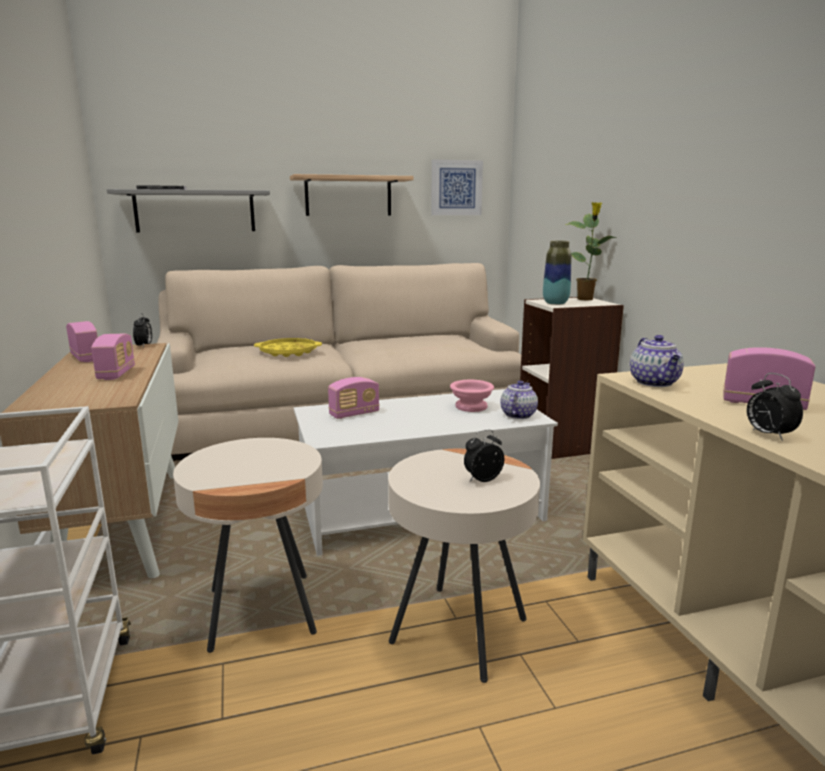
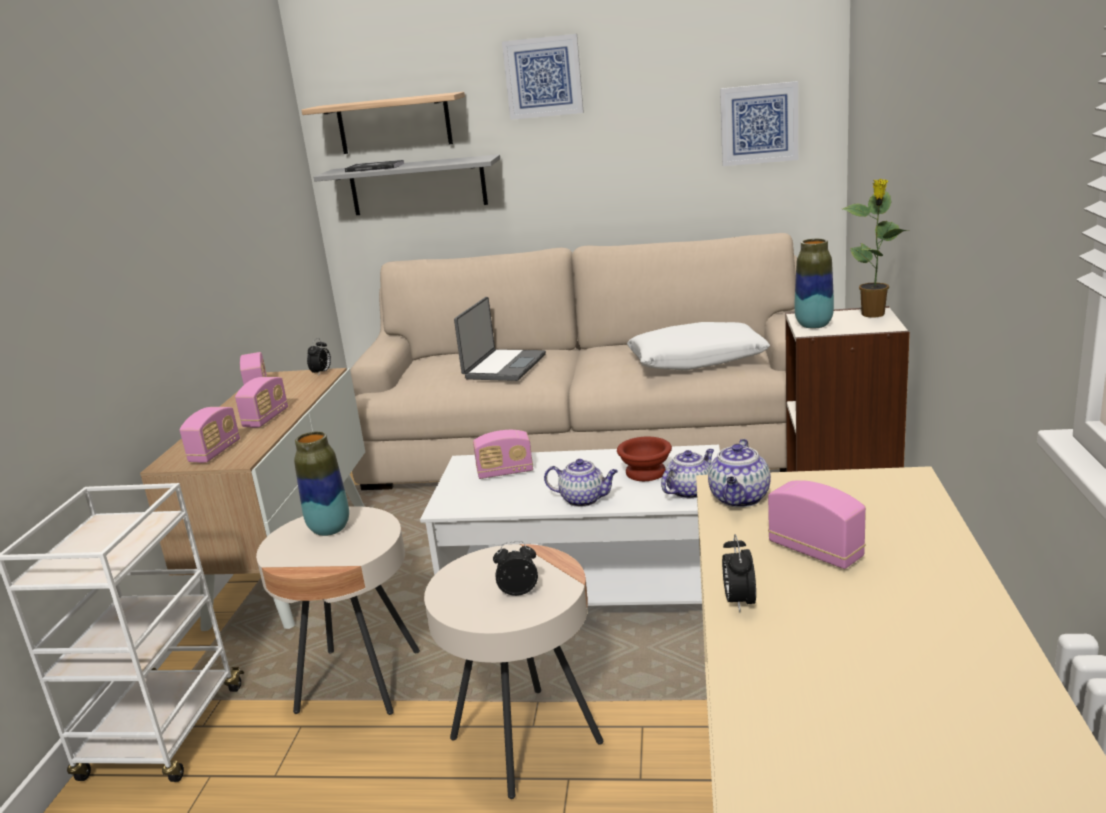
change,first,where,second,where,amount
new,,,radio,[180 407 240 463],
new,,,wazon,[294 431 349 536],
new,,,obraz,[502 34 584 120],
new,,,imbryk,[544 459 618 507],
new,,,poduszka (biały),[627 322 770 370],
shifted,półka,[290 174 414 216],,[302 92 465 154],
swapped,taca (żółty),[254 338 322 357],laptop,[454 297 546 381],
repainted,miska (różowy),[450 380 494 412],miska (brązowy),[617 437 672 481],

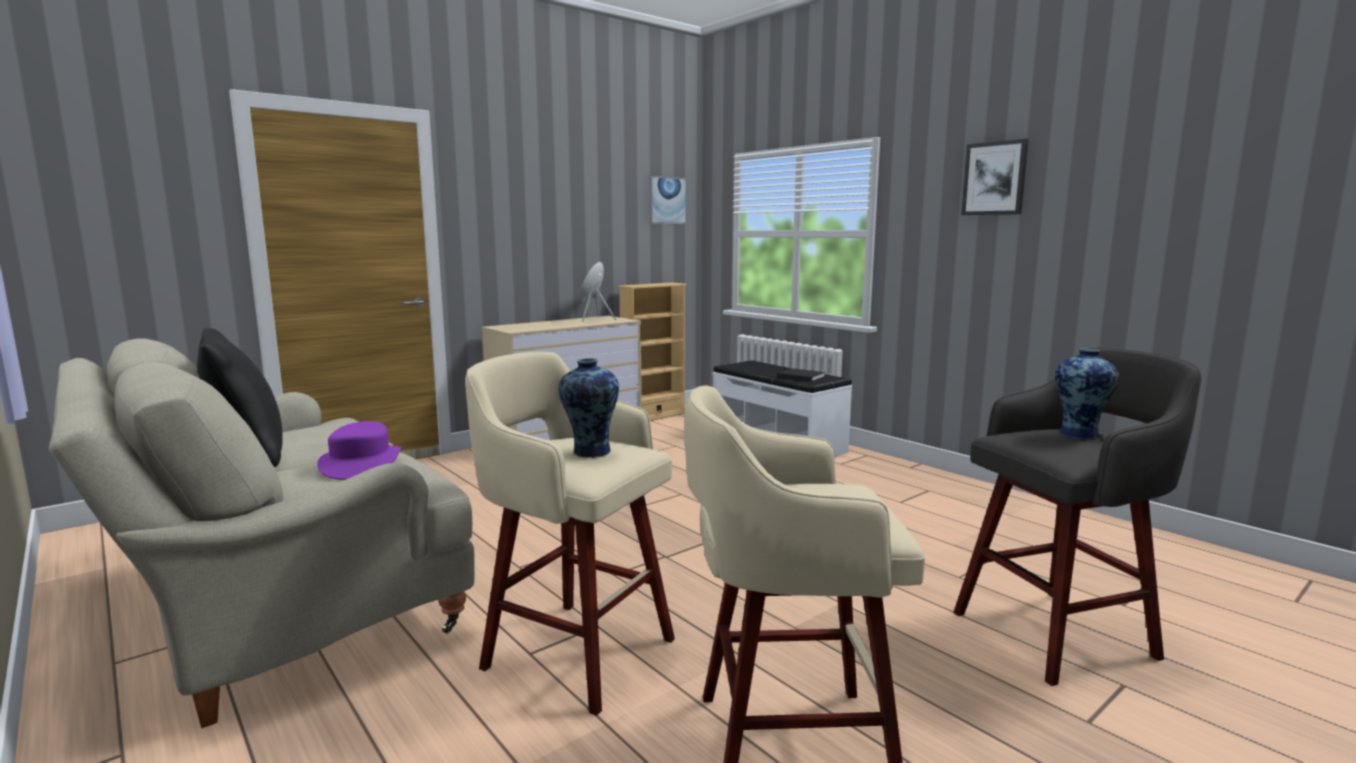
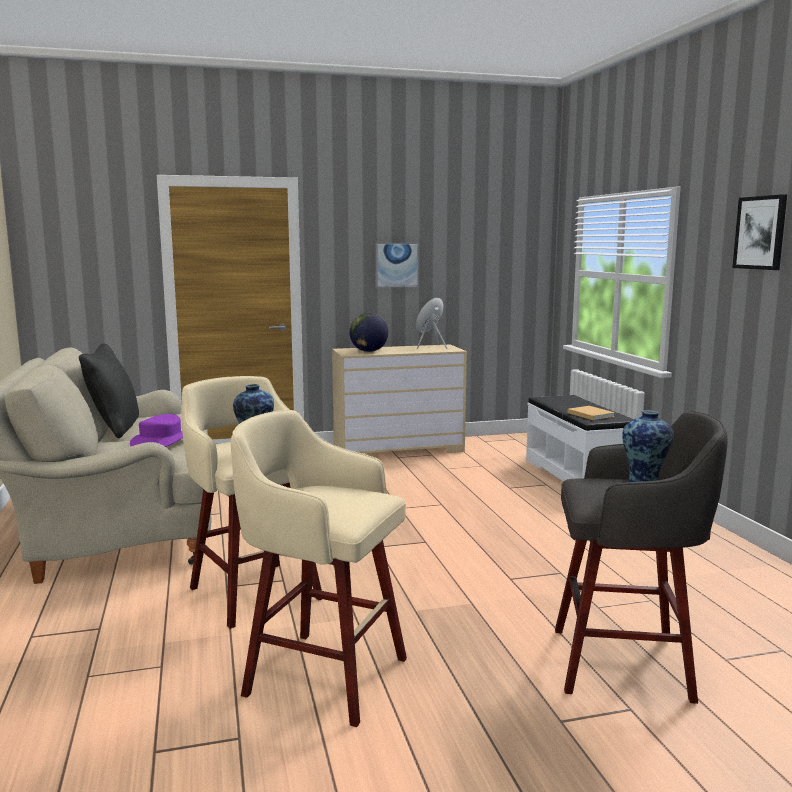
change,first,where,second,where,amount
gone,regał (beżowy),[618 283 687 421],,,
new,,,globus,[349 313 388 352],
shifted,obraz,[649 176 687 224],,[375 243 419 288],
repainted,książka (czarny),[777 368 825 382],książka (beżowy),[568 406 615 420],

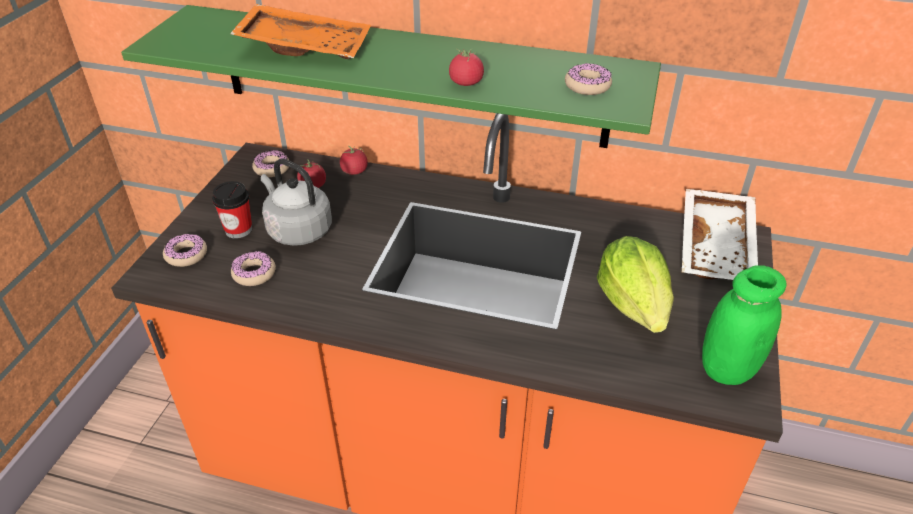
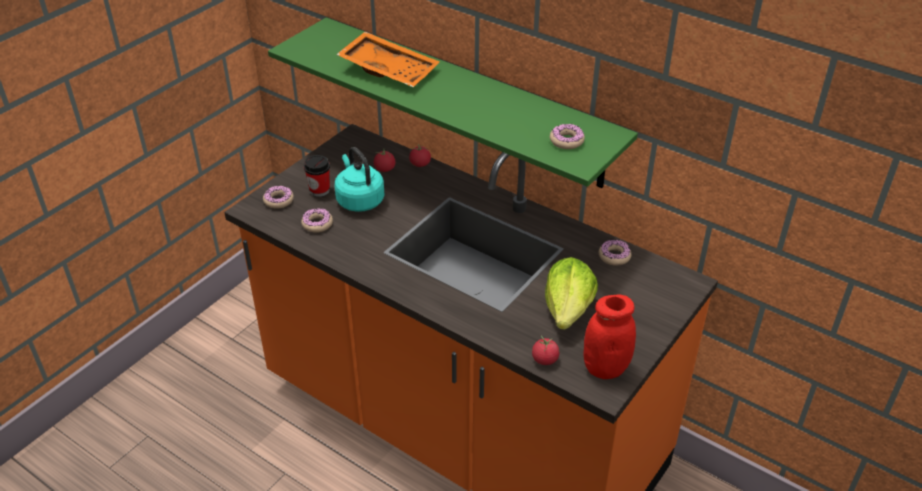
change,first,where,second,where,amount
gone,taca (biały),[682 189 758 280],,,
shifted,donut,[252 150 289 177],,[599 240 631 266],
shifted,pomidor,[449 49 484 86],,[532 336 559 365],
repainted,czajnik (szary),[261 159 332 246],czajnik (turkusowy),[335 147 385 212],
repainted,słoik (zielony),[702 265 787 385],słoik (czerwony),[583 294 636 379],

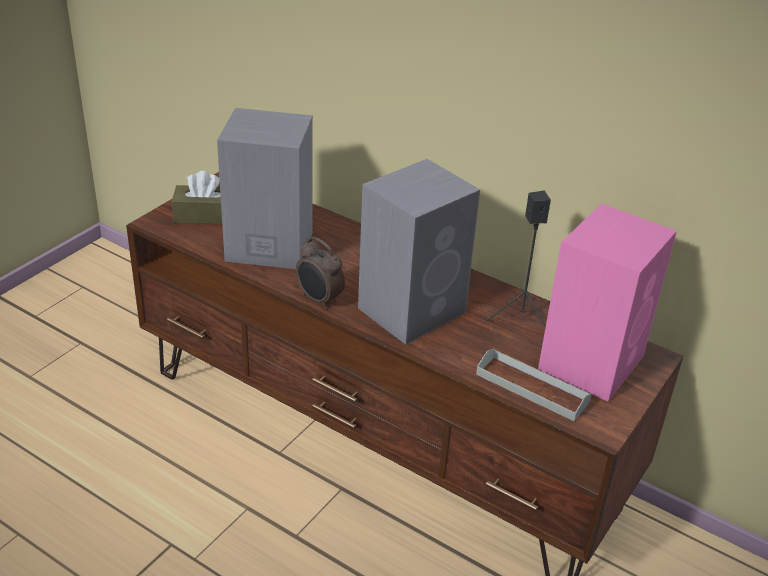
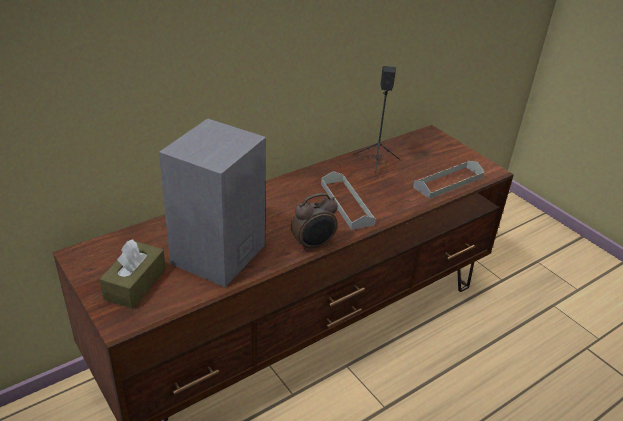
change,first,where,second,where,amount
gone,głośnik (różowy),[538 204 677 402],,,
swapped,głośnik (szary),[358 159 480 345],taca (szary),[321 171 376 230],

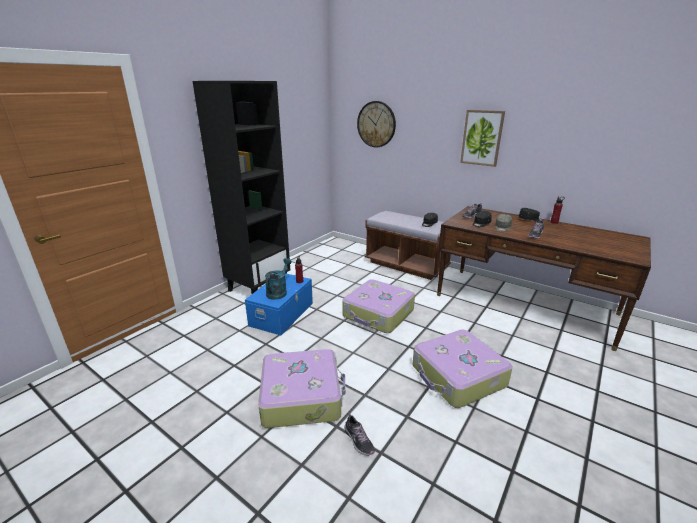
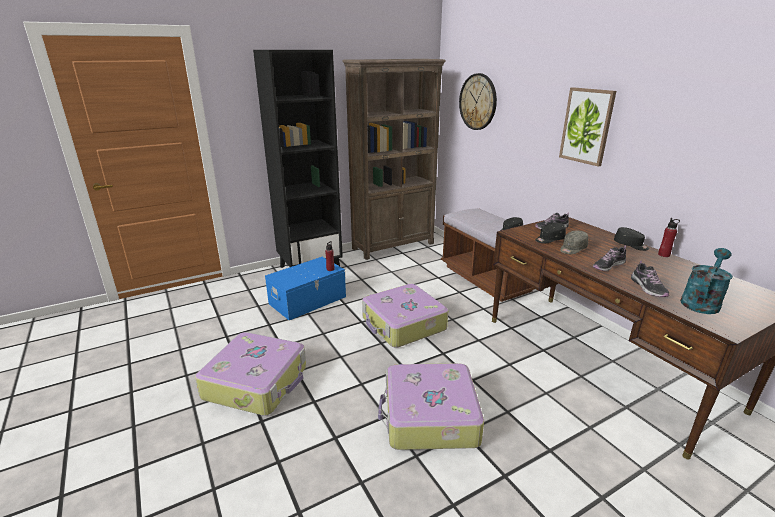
change,first,where,second,where,amount
new,,,regał (brązowy),[342 59 446 260],
shifted,konewka (turkusowy),[265 258 292 300],,[680 248 733 314],
shifted,but,[345 413 375 456],,[631 260 669 297],

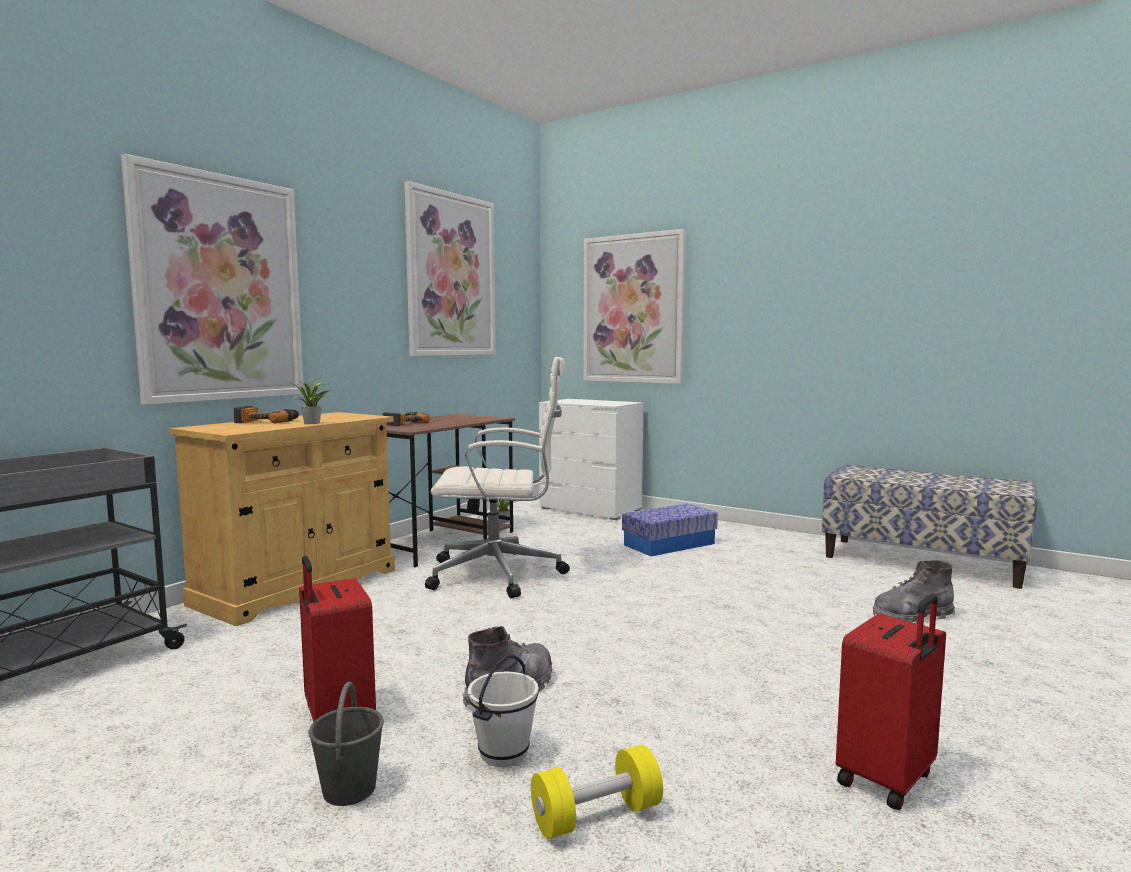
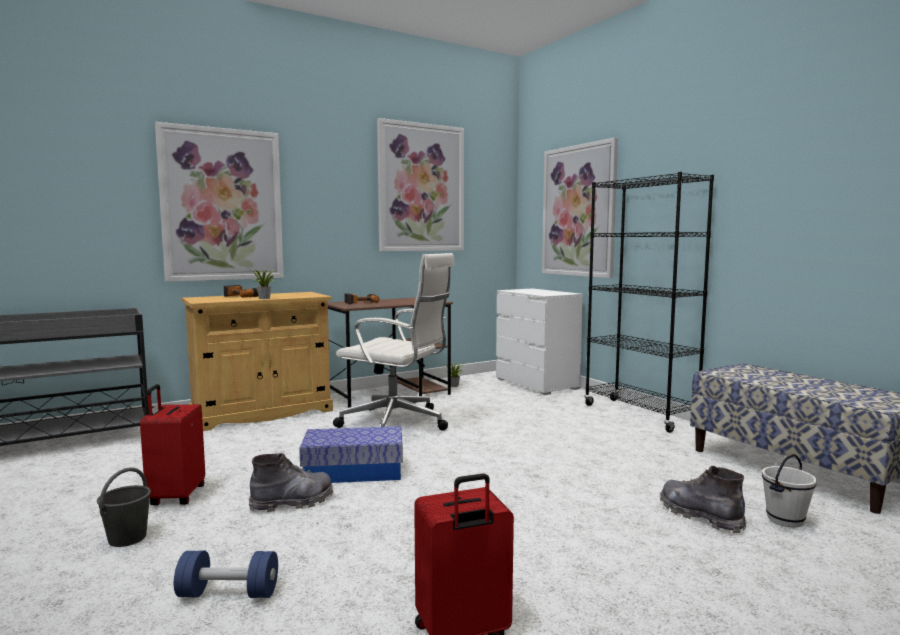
change,first,where,second,where,amount
new,,,regał (czarny),[585 172 714 433],
shifted,wiadro (biały),[468 655 539 767],,[762 454 817 528],
shifted,pojemnik do przechowywania,[622 504 718 556],,[299 426 403 483],
repainted,hantel (żółty),[531 745 663 839],hantel (niebieski),[174 551 278 598],
rotated,but z cholewką (szary),[873 560 955 624],,[660 466 747 533],45 degrees clockwise

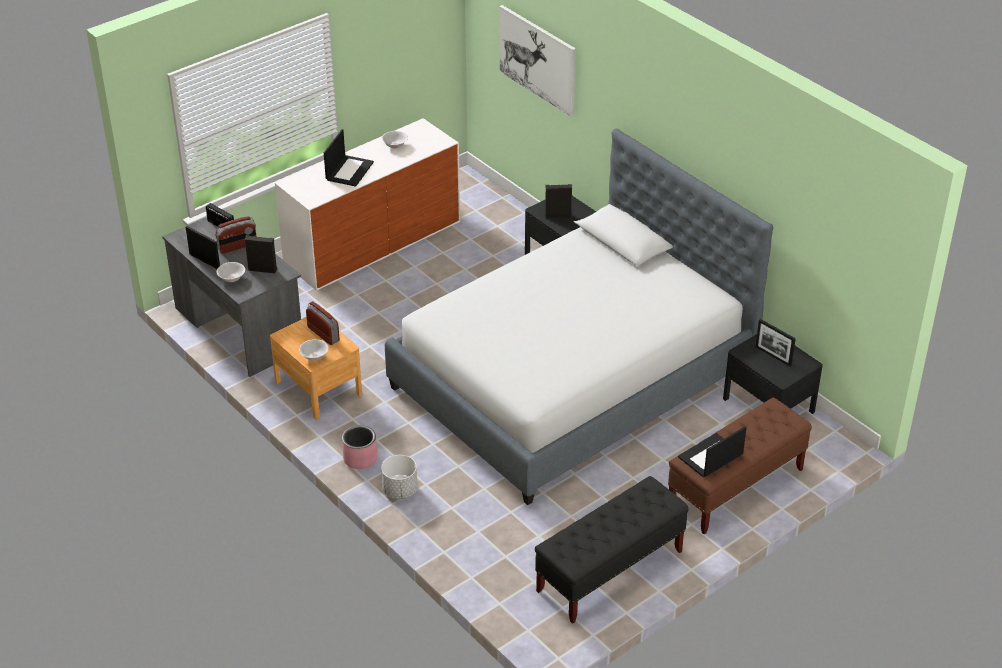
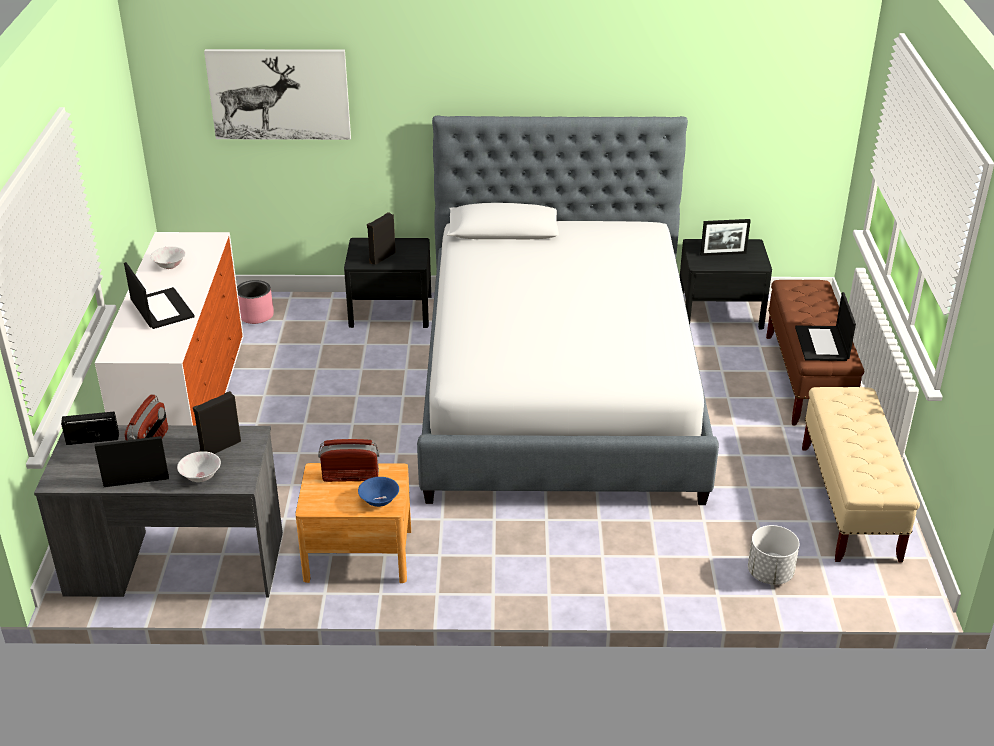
change,first,where,second,where,amount
shifted,donica (różowy),[342 425 378 469],,[237 280 274 324],
shifted,donica (biały),[381 455 418 499],,[748 525 800 585],
repainted,miska (biały),[299 339 328 361],miska (niebieski),[358 477 399 507],
repainted,ławka (czarny),[535 476 689 624],ławka (beżowy),[802 387 920 562],

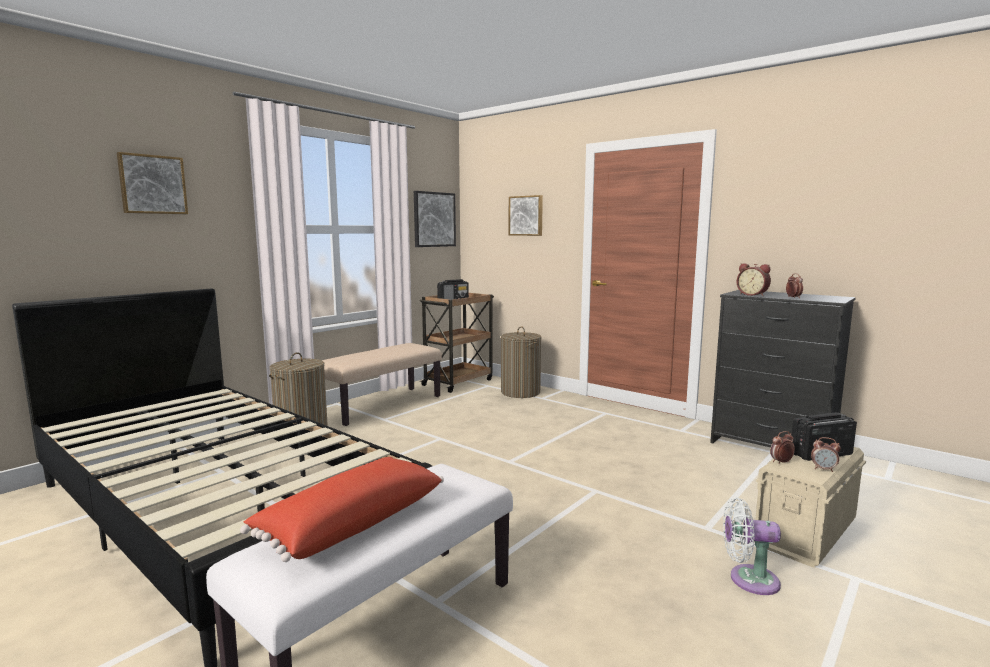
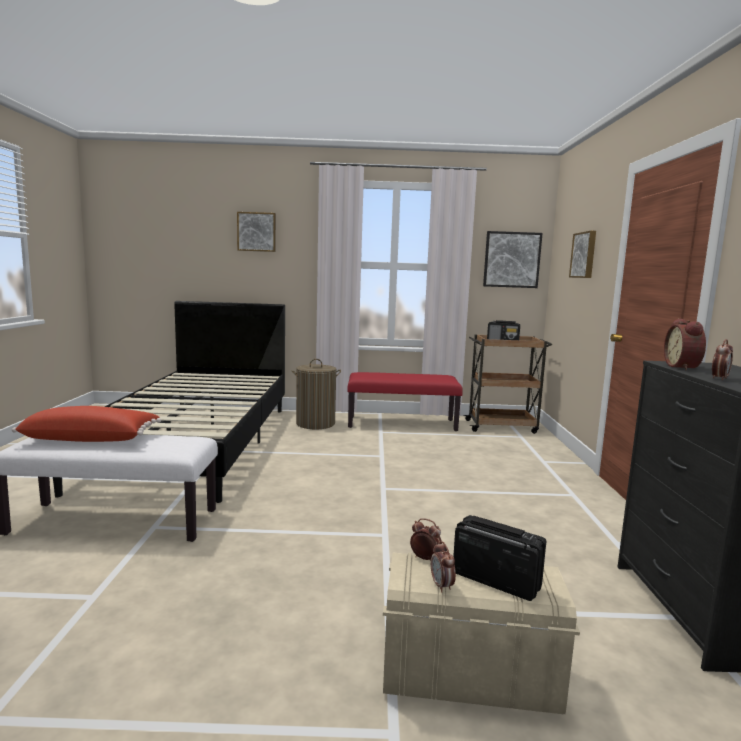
change,first,where,second,where,amount
gone,kosz na pranie,[501 326 542 398],,,
gone,wentylator (biały),[723 497 781 595],,,
repainted,ławka (beżowy),[322 343 442 426],ławka (czerwony),[347 372 463 431],

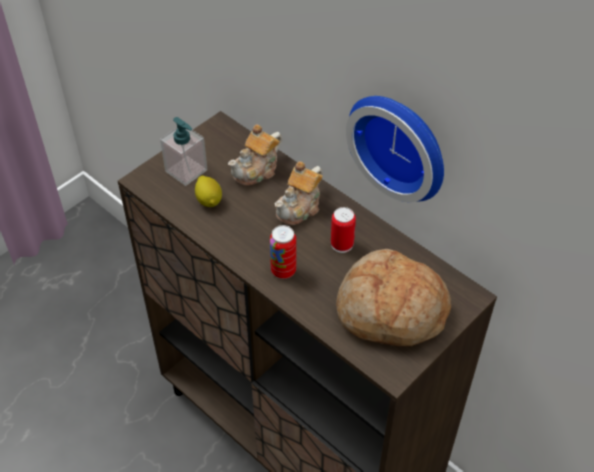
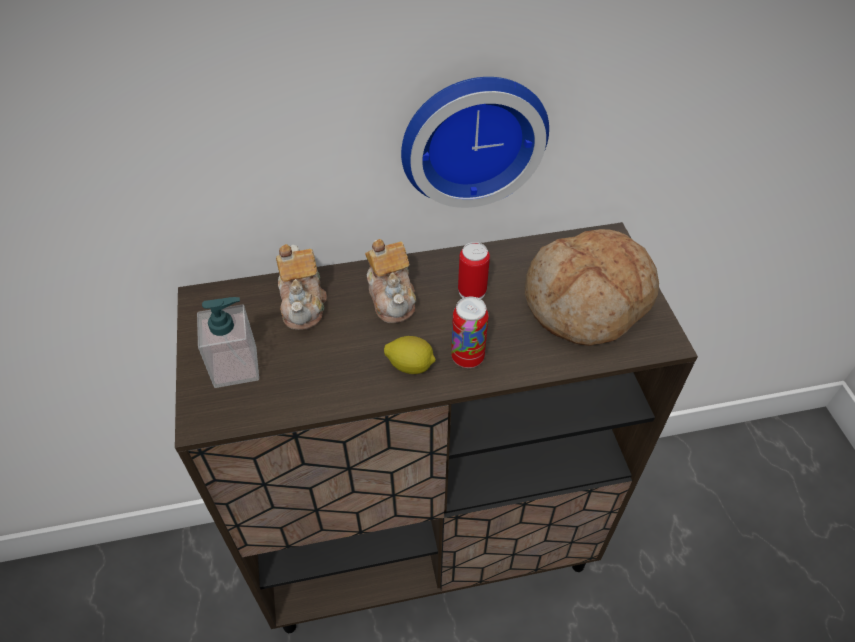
change,first,where,second,where,amount
shifted,cytryna,[195 176 222 207],,[384 336 436 374],

